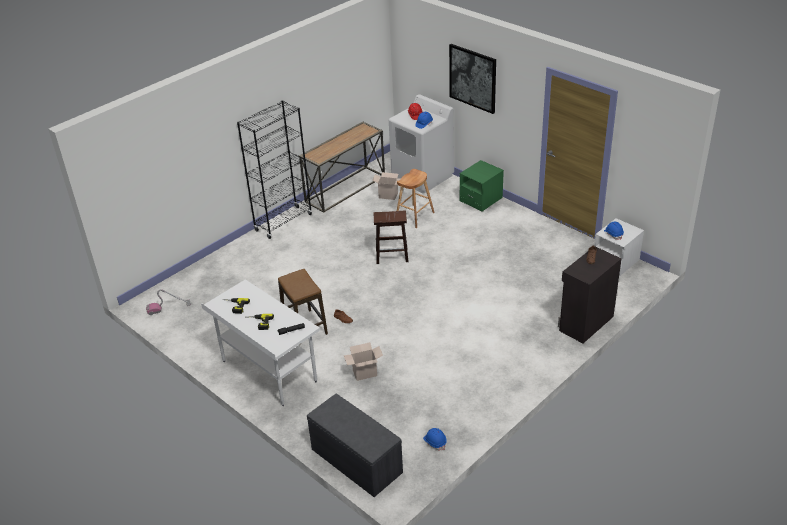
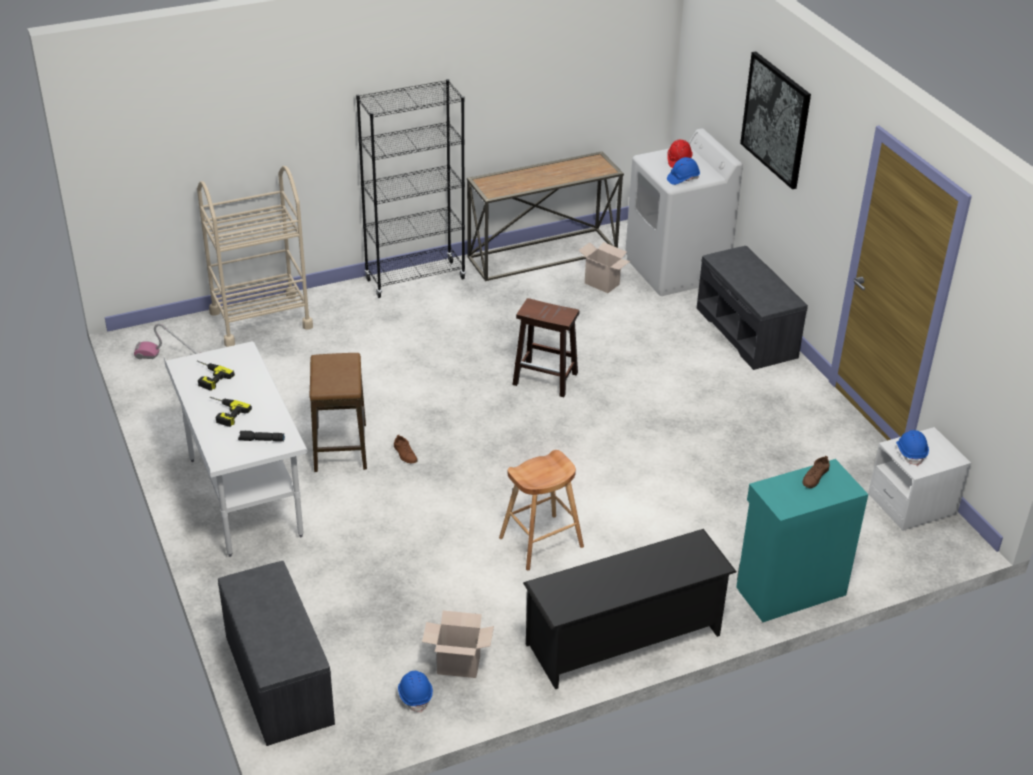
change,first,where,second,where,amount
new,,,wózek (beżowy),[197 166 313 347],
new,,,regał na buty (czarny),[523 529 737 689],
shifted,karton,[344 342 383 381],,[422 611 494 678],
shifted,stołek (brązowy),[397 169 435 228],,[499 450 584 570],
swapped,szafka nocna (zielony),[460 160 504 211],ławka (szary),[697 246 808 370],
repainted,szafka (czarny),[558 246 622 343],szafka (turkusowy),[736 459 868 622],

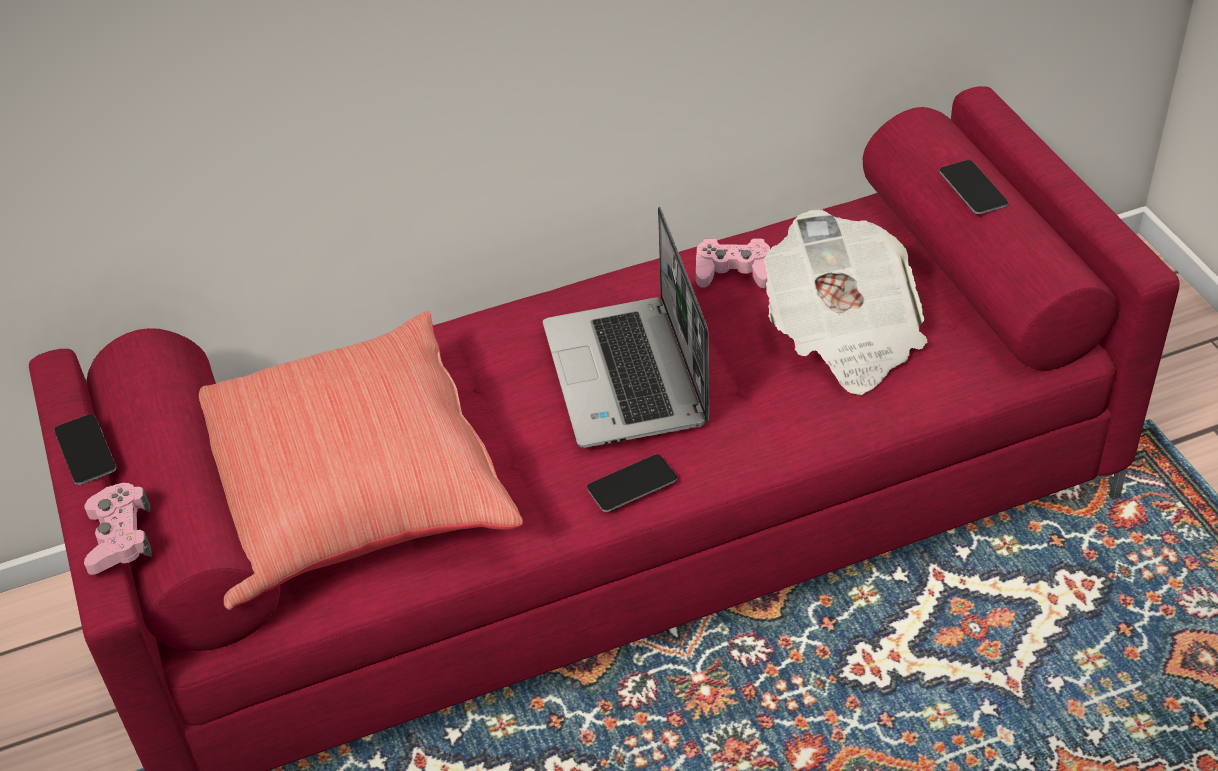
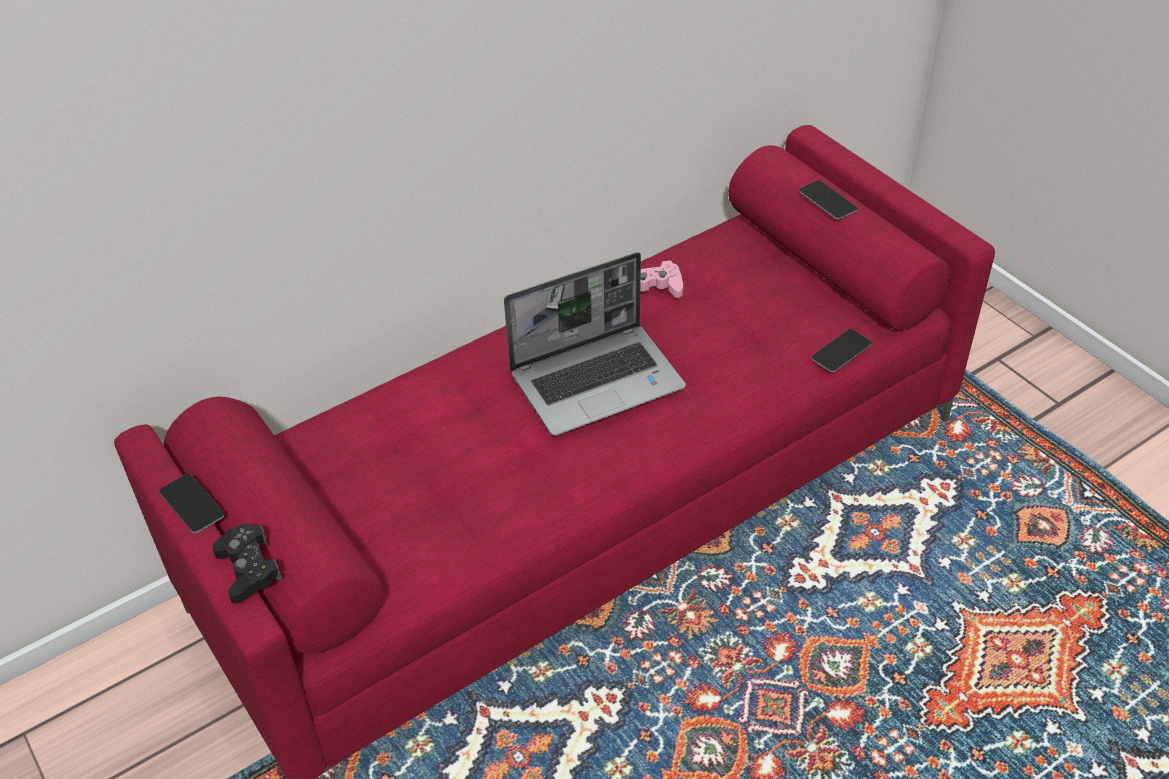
change,first,where,second,where,amount
gone,poduszka (czerwony),[199 311 523 610],,,
gone,gazeta,[764 209 927 395],,,
shifted,telefon,[587 454 677 512],,[812 329 872 372],
repainted,pad do gier (różowy),[84 483 152 575],pad do gier (czarny),[212 524 283 604],
rotated,laptop,[543 207 709 448],,[504 252 686 436],90 degrees counterclockwise

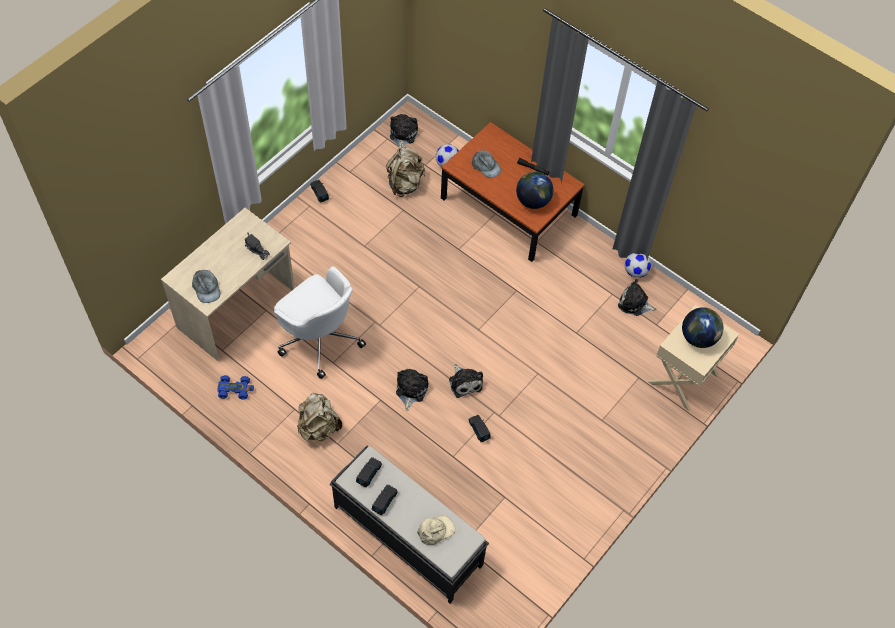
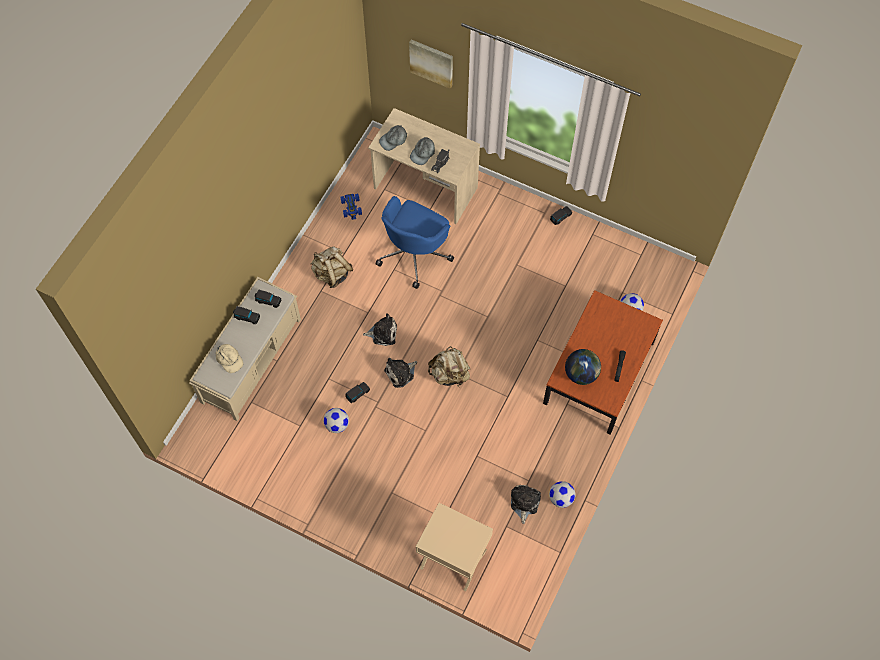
change,first,where,second,where,amount
gone,pluszak,[390 114 418 150],,,
gone,globus,[682 307 723 348],,,
new,,,piłka futbolowa,[324 408 349 433],
new,,,obraz,[409 40 453 89],
shifted,plecak (beżowy),[386 147 425 197],,[428 346 470 386],
shifted,czapka z daszkiem (szary),[472 150 501 178],,[410 137 435 165],
repainted,krzesło biurowe (biały),[274 266 366 379],krzesło biurowe (niebieski),[375 196 454 289],
repainted,ławka (czarny),[330 446 489 604],ławka (beżowy),[189 277 301 421],

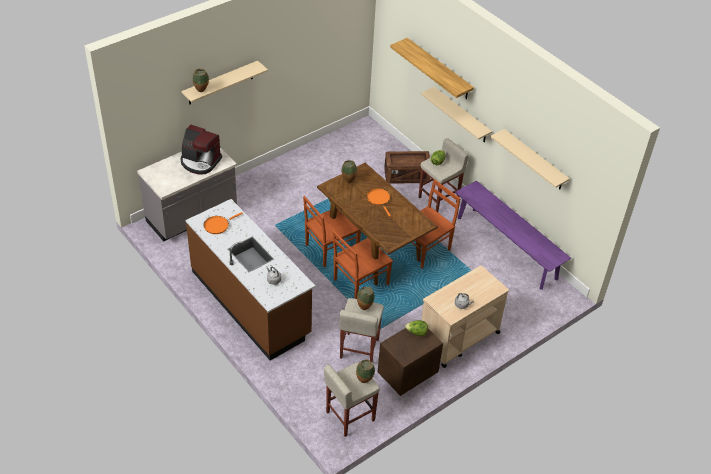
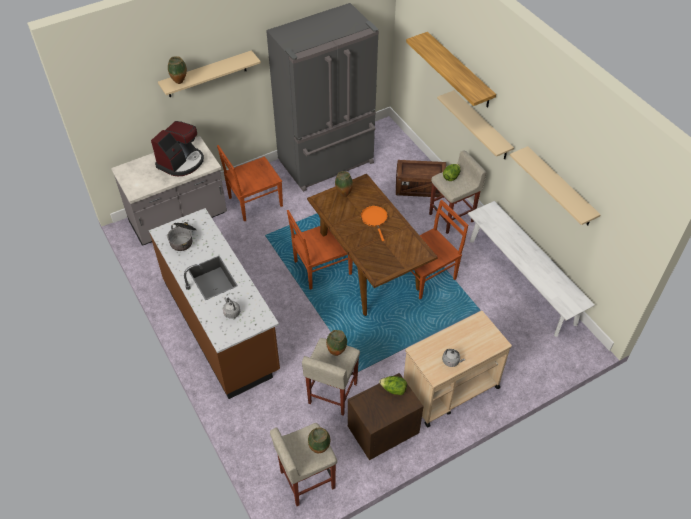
change,first,where,second,where,amount
new,,,lodówka (szary),[266 3 379 192],
shifted,krzesło (brązowy),[333 231 393 299],,[217 145 283 221],
swapped,patelnia (pomarańczowy),[204 212 243 234],garnek,[167 222 197 251],
repainted,ławka (fioletowy),[455 180 571 290],ławka (biały),[468 201 595 337],
rotated,ekspres do kawy,[180 125 222 175],,[151 121 204 176],90 degrees counterclockwise

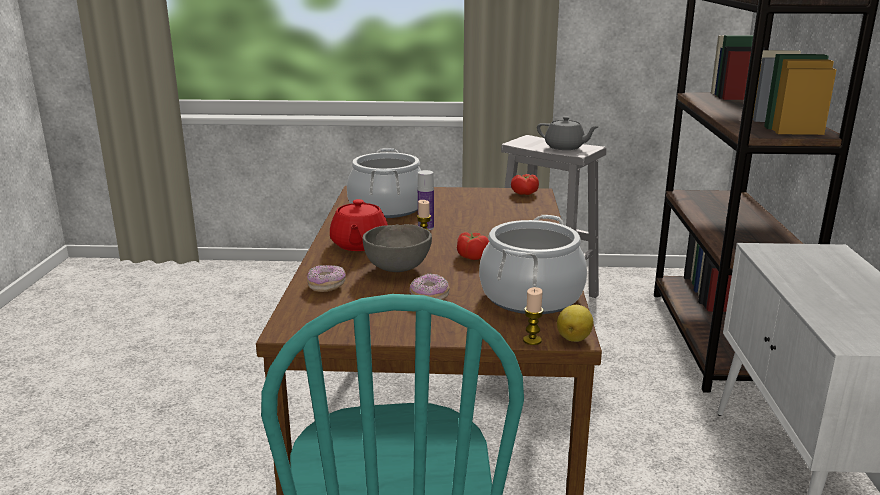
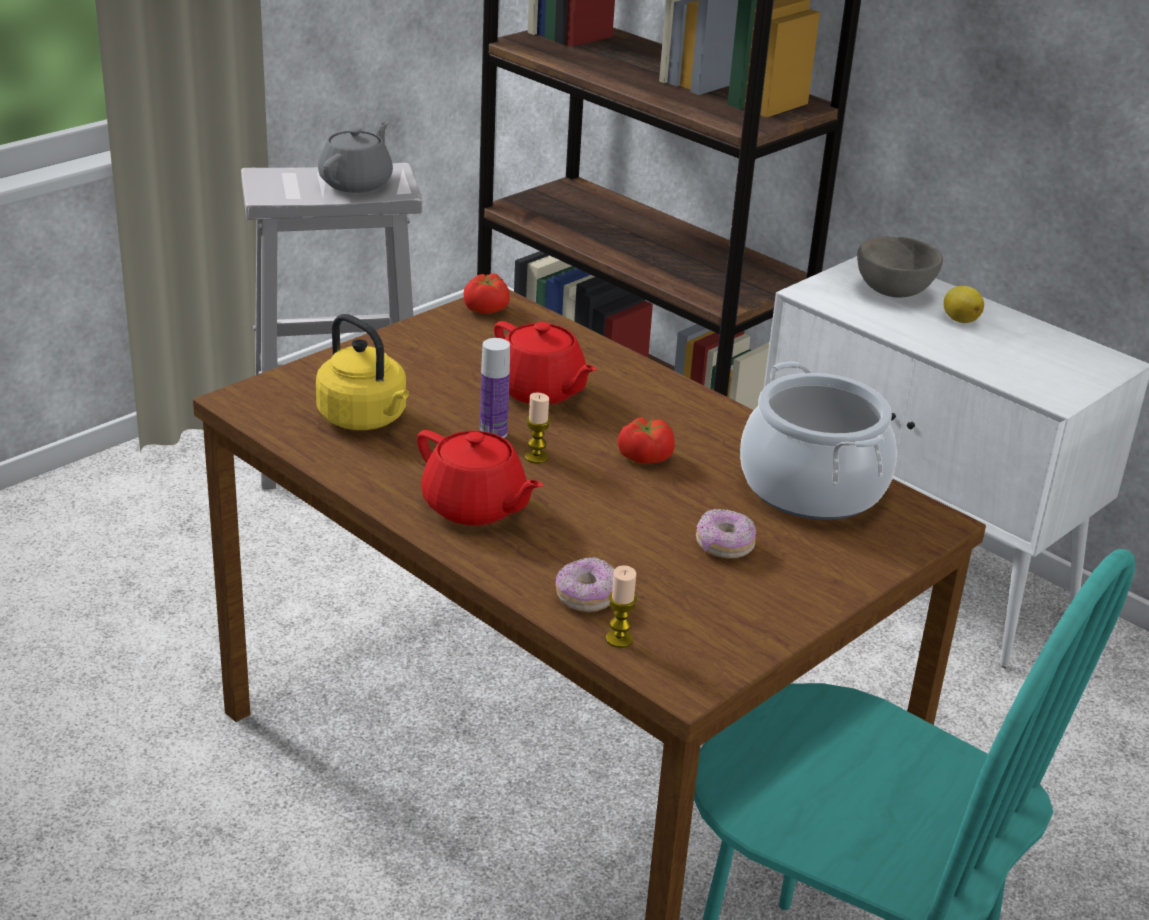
change,first,where,second,where,amount
new,,,imbryk (czerwony),[494 321 597 404],
shifted,miska (szary),[363 224 432 272],,[857 236 943 298],
shifted,świeca,[523 287 544 345],,[606 565 637 648],
shifted,cytryna,[557 305 593 342],,[943 286 984 323],
swapped,garnek,[347 148 421 218],czajnik (żółty),[316 314 409 430],
rotated,imbryk (szary),[537 116 599 150],,[318 121 393 193],45 degrees counterclockwise

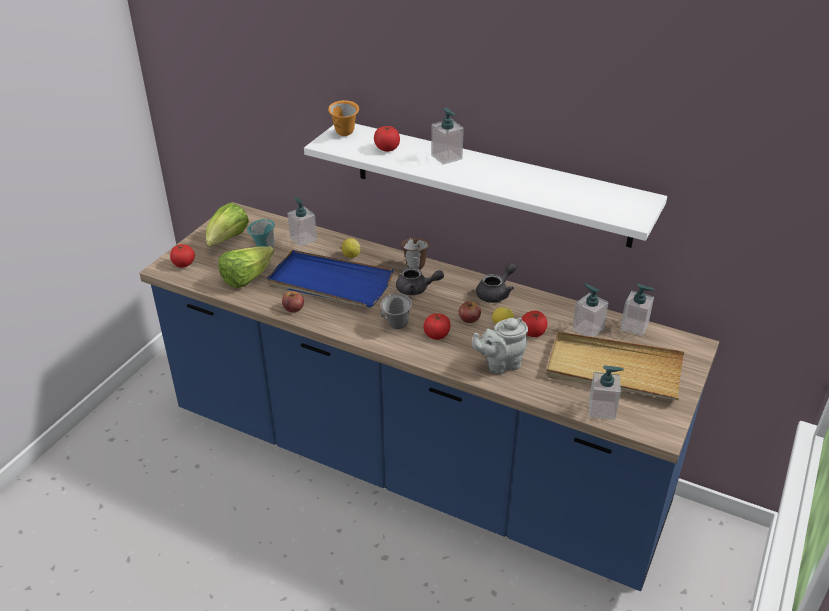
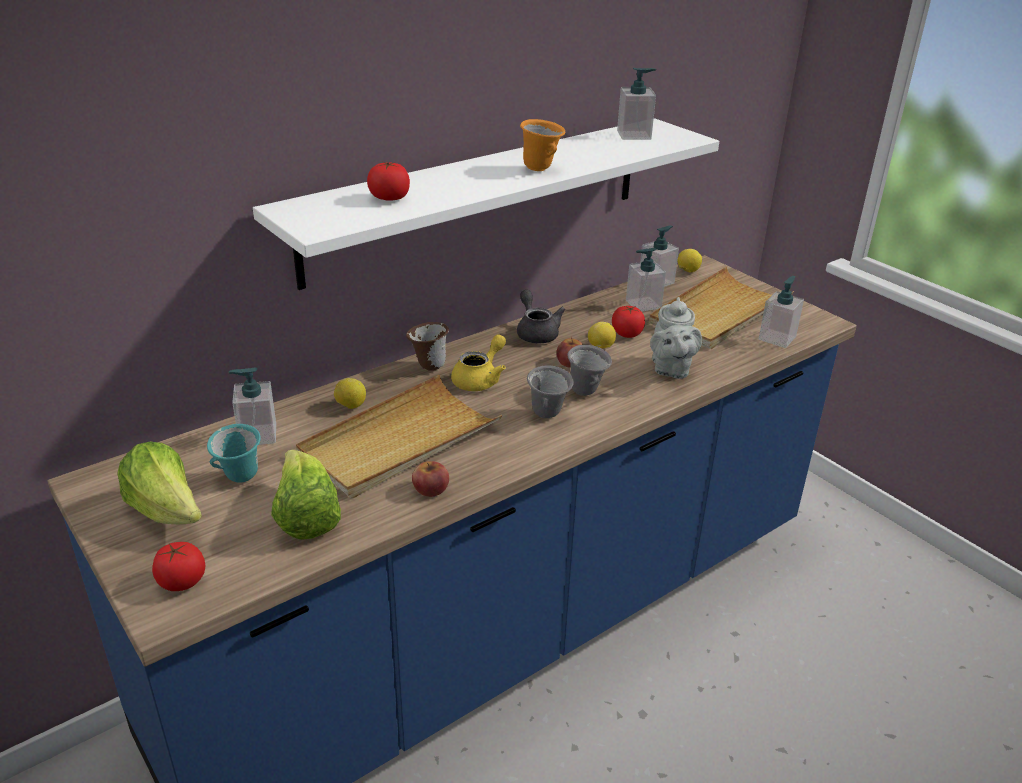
change,first,where,second,where,amount
new,,,cytryna,[677 249 702 272],
shifted,kubek (pomarańczowy),[328 100 359 136],,[520 119 566 171],
shifted,dozownik mydła,[431 108 464 165],,[617 68 656 140],
swapped,pomidor,[424 314 450 340],kubek (szary),[567 345 612 396],
repainted,taca (niebieski),[267 250 394 308],taca (beżowy),[296 375 502 498],
repainted,imbryk (szary),[396 267 444 295],imbryk (żółty),[451 334 506 391],

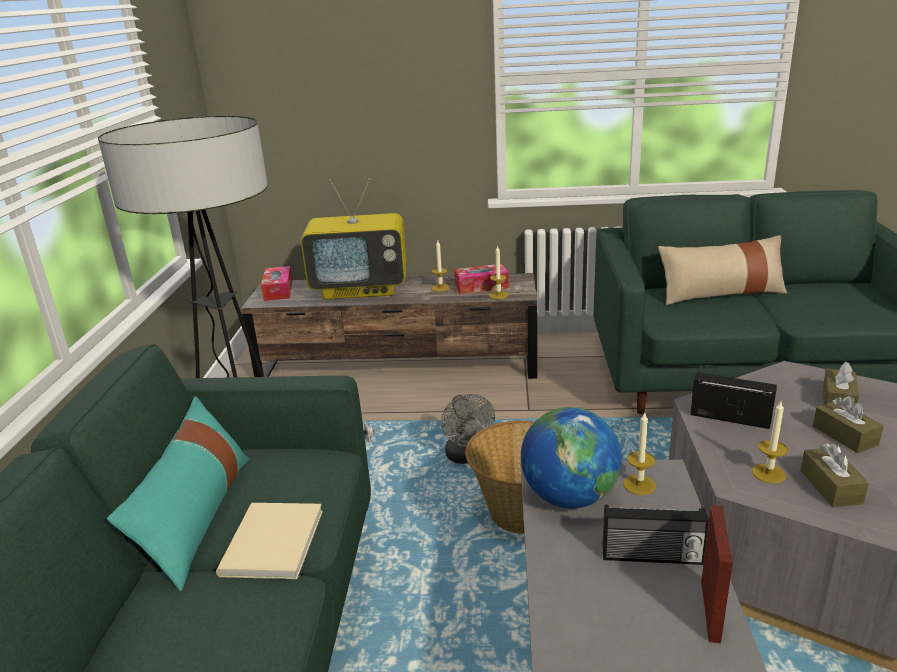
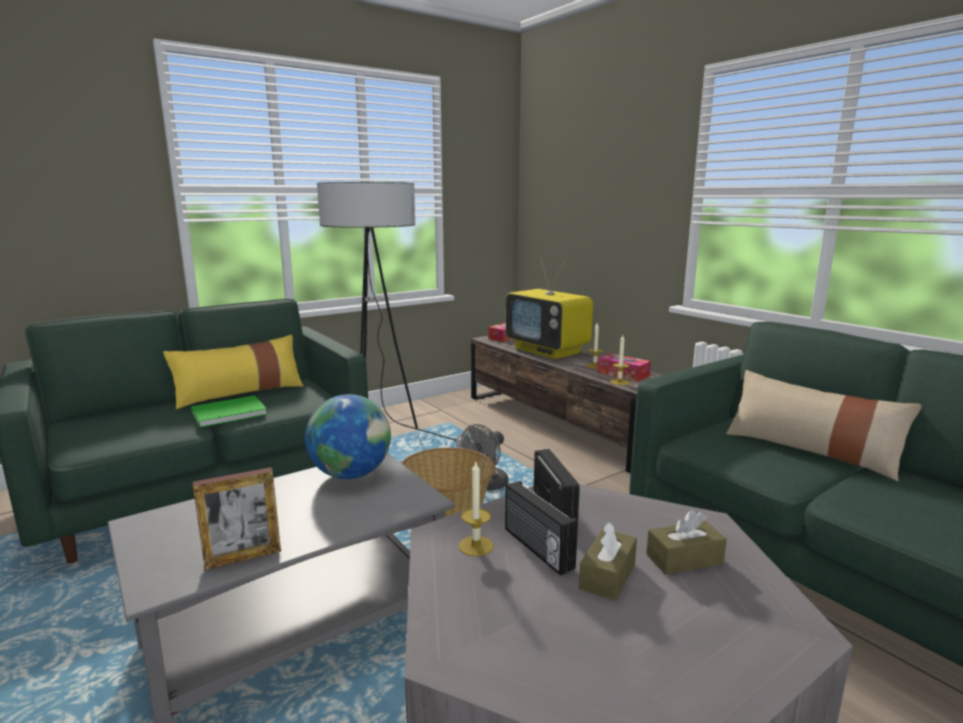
change,first,where,second,where,amount
gone,świeca,[623 413 656 495],,,
gone,pudełko chusteczek (brązowy),[800 443 869 507],,,
shifted,radio,[602 505 709 565],,[505 481 578 576],
repainted,poduszka (turkusowy),[107 396 249 591],poduszka (żółty),[163 335 304 409],
repainted,książka (beżowy),[216 503 323 579],książka (zielony),[191 396 267 427],

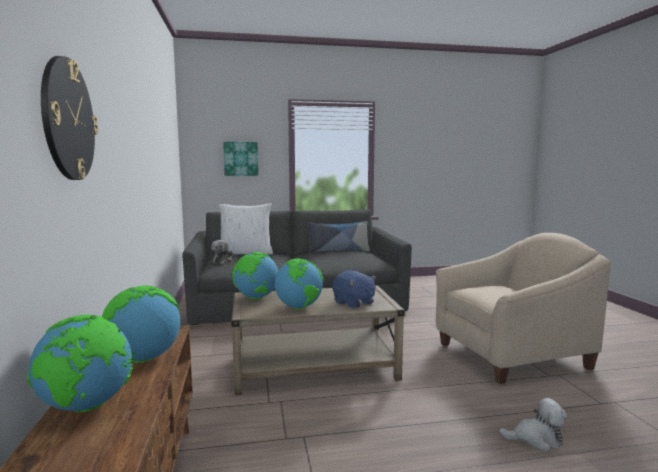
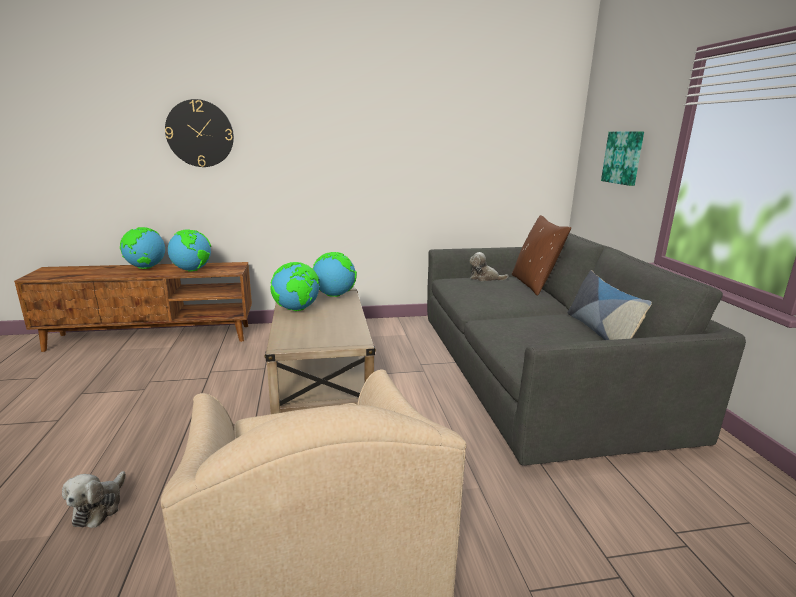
change,first,where,second,where,amount
gone,pluszak (niebieski),[332 270 376 309],,,
repainted,poduszka (biały),[219 203 273 255],poduszka (brązowy),[512 215 571 296],

